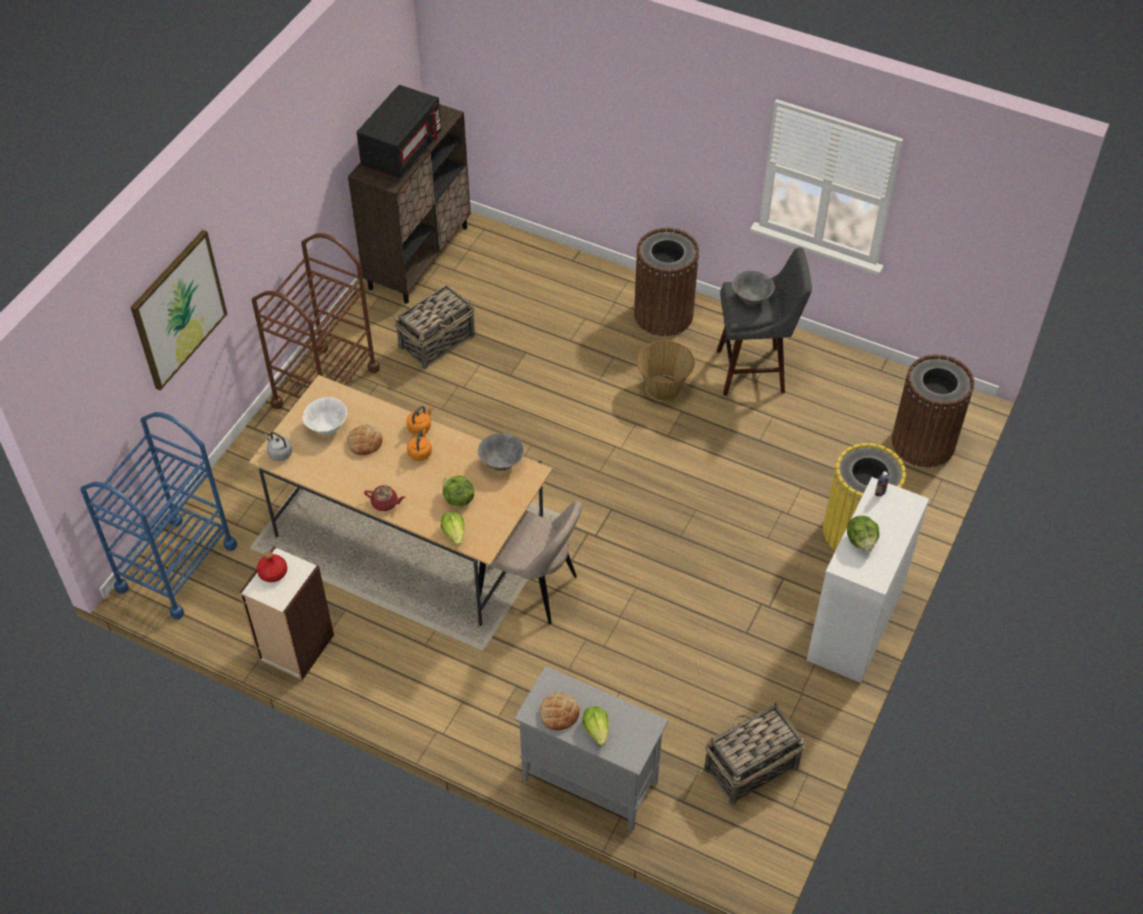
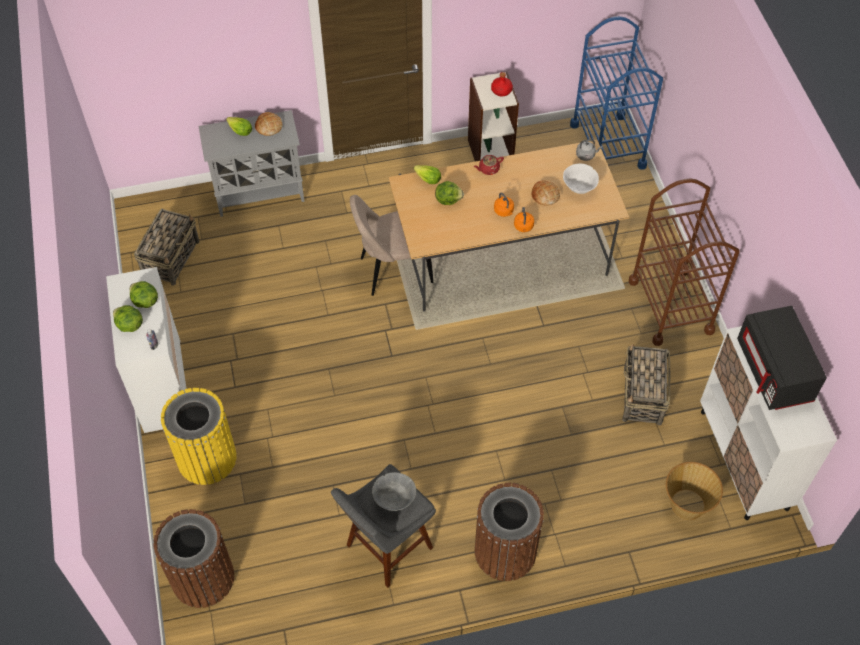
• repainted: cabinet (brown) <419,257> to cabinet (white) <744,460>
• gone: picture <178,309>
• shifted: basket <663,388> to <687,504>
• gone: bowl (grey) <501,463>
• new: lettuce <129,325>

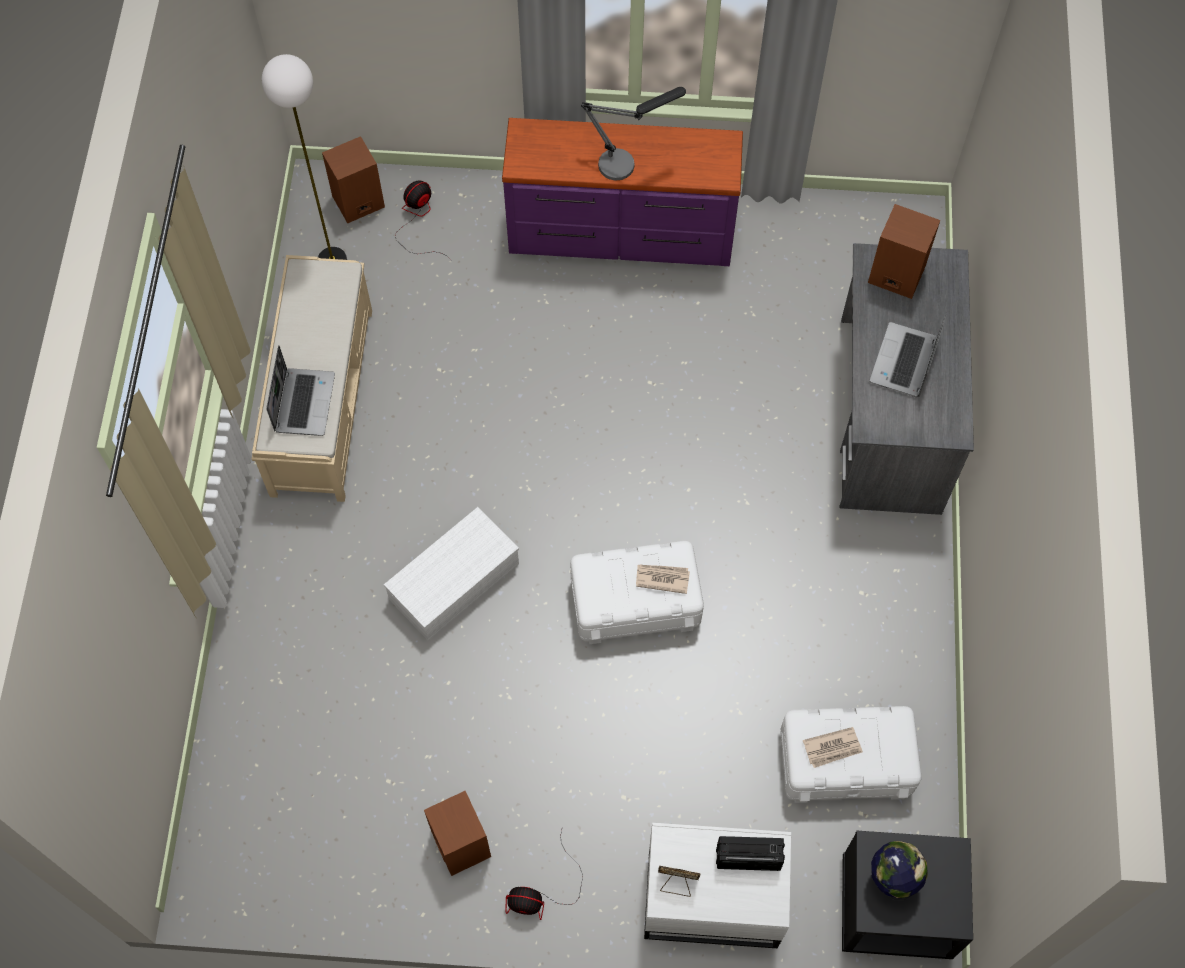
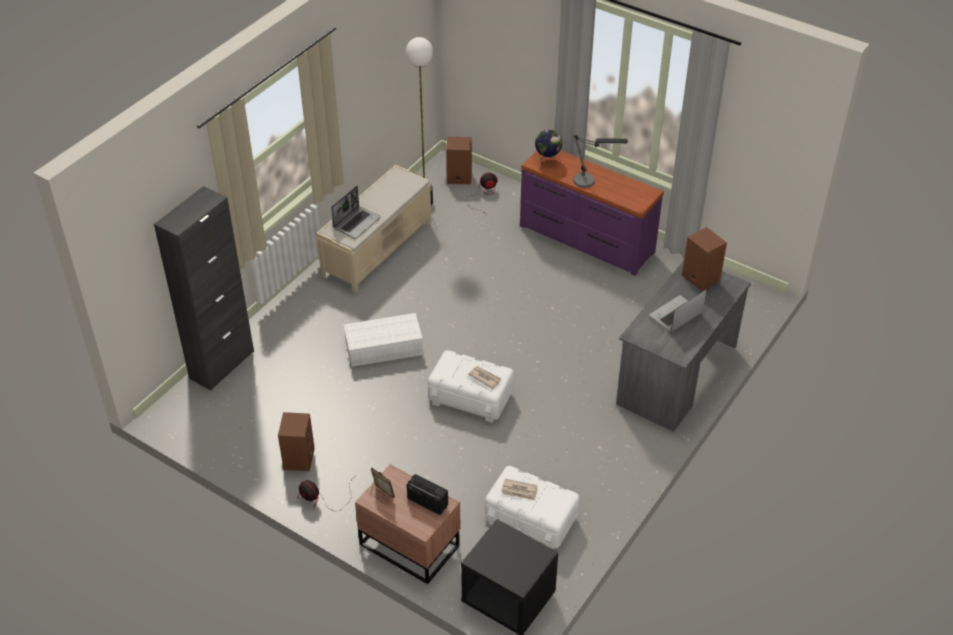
• repainted: nightstand (white) <710,896> to nightstand (brown) <409,543>
• shifted: globe <892,879> to <547,160>
• new: cabinet (black) <222,365>

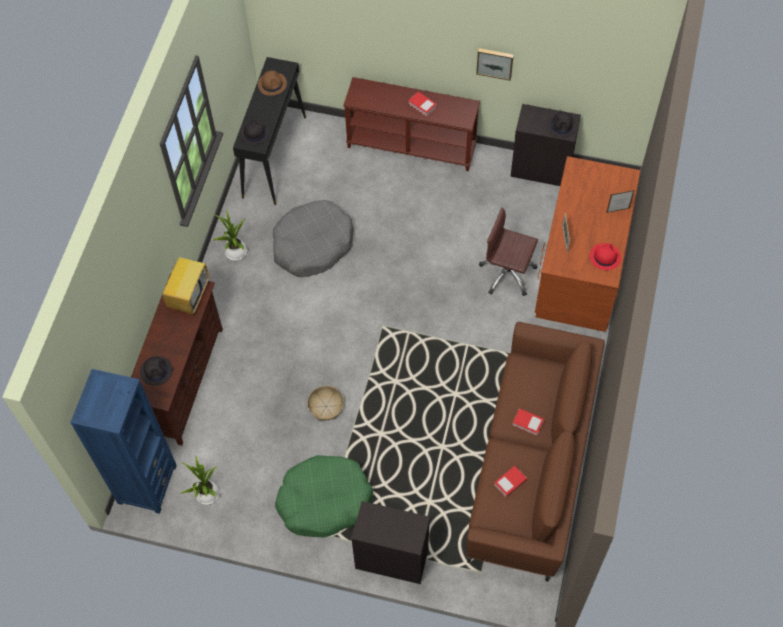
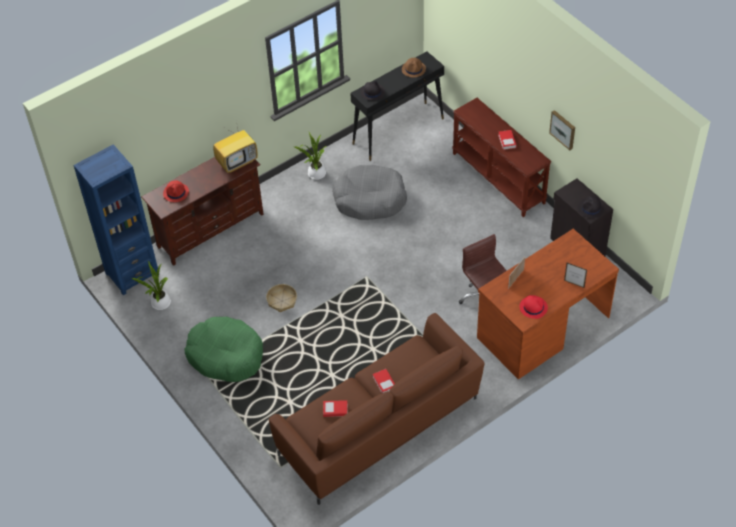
• repainted: hat (black) <156,371> to hat (red) <176,192>
• gone: cabinet (black) <391,558>

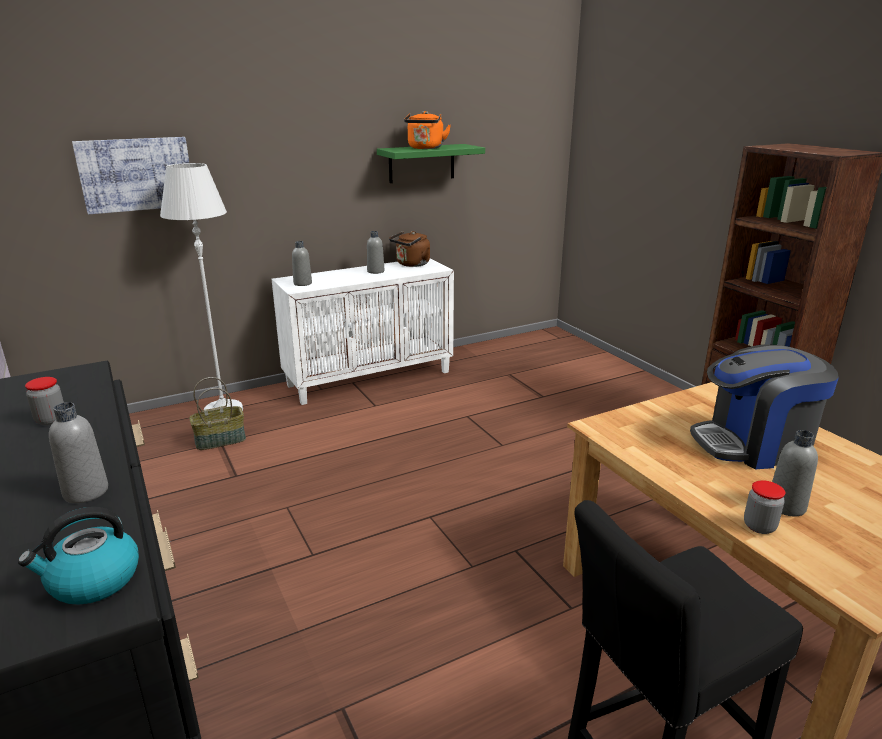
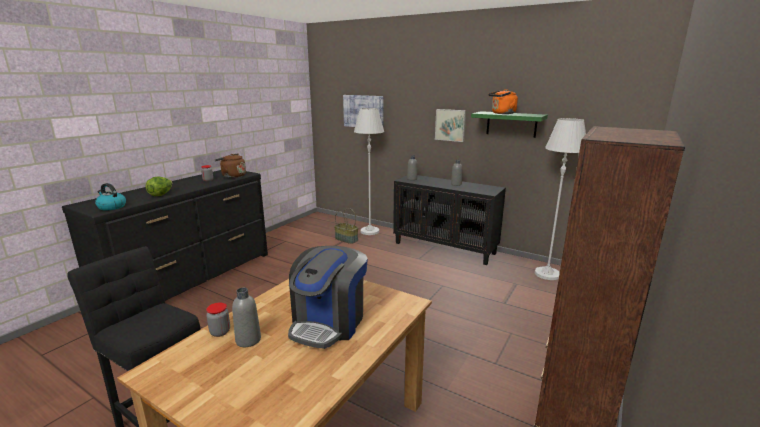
• shifted: kettle (brown) <411,264> to <232,176>
• repainted: cabinet (white) <370,378> to cabinet (black) <445,248>
• rotated: coffee machine <753,445> = <329,322> 120 degrees counterclockwise
• swapped: bottle (grey) <86,492> to lettuce <161,194>
• new: picture <450,125>
• new: floor lamp (white) <547,274>

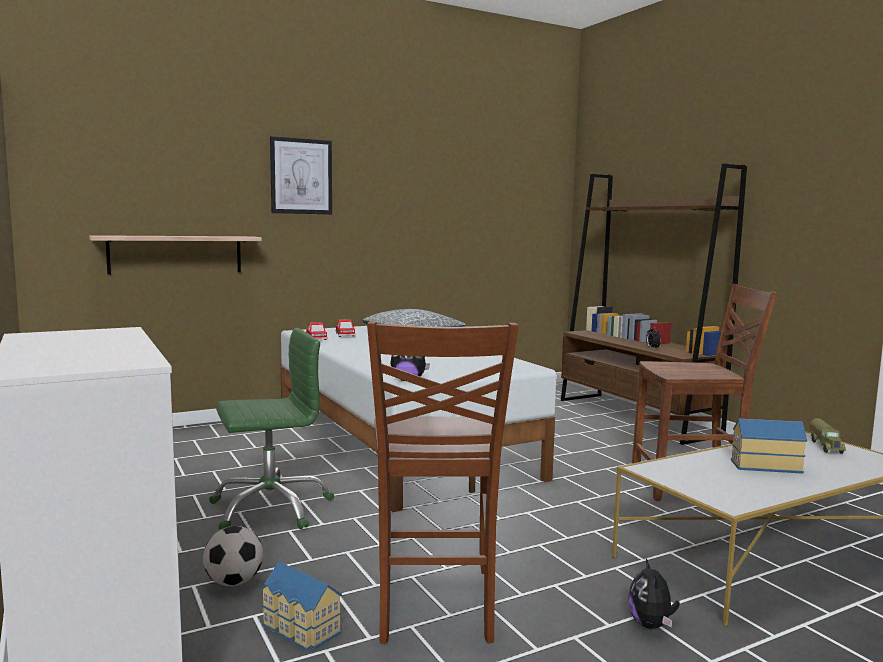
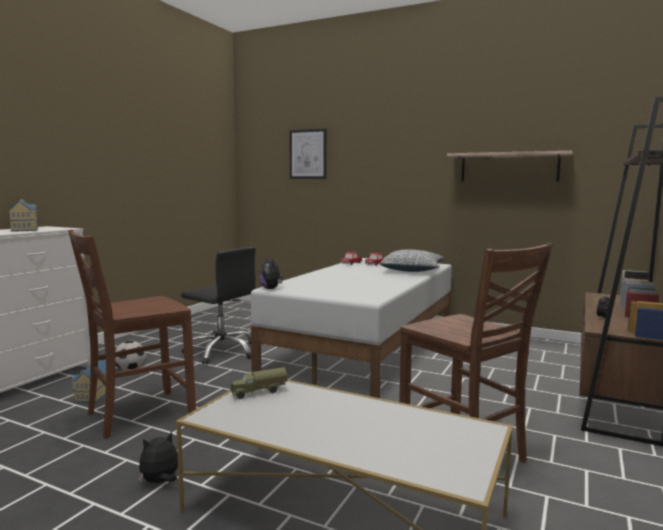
• shifted: picture <301,176> to <308,154>
• shifted: shelf <176,254> to <509,167>
• repainted: office chair (green) <270,508> to office chair (black) <222,351>
• shifted: toy truck <826,446> to <259,392>
• shifted: toy house <764,465> to <25,229>

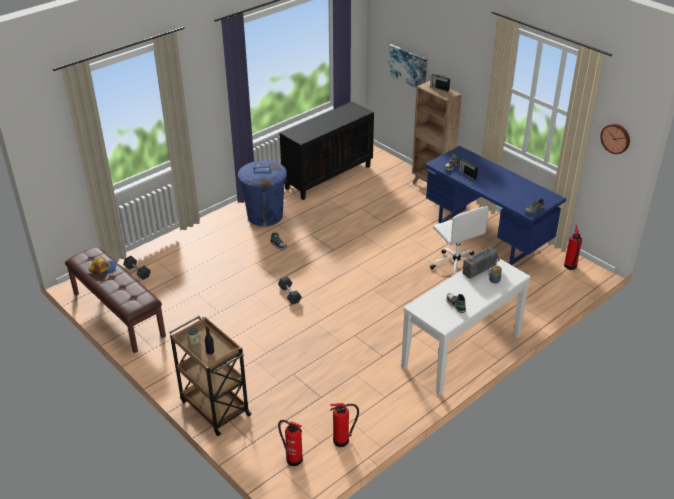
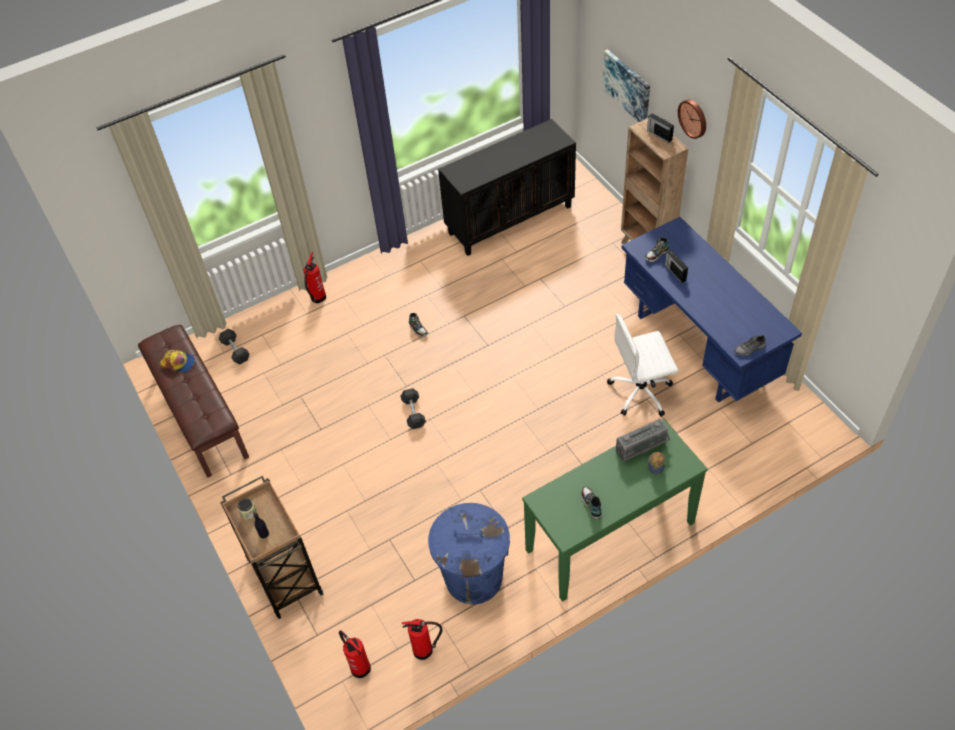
• shifted: wall clock <616,138> to <693,118>
• shifted: trash can (blue) <265,216> to <473,577>
• rotated: office chair (white) <455,264> = <641,392> 90 degrees clockwise
• shifted: fire extinguisher <570,266> to <317,298>
• repainted: console table (white) <462,351> to console table (green) <610,537>

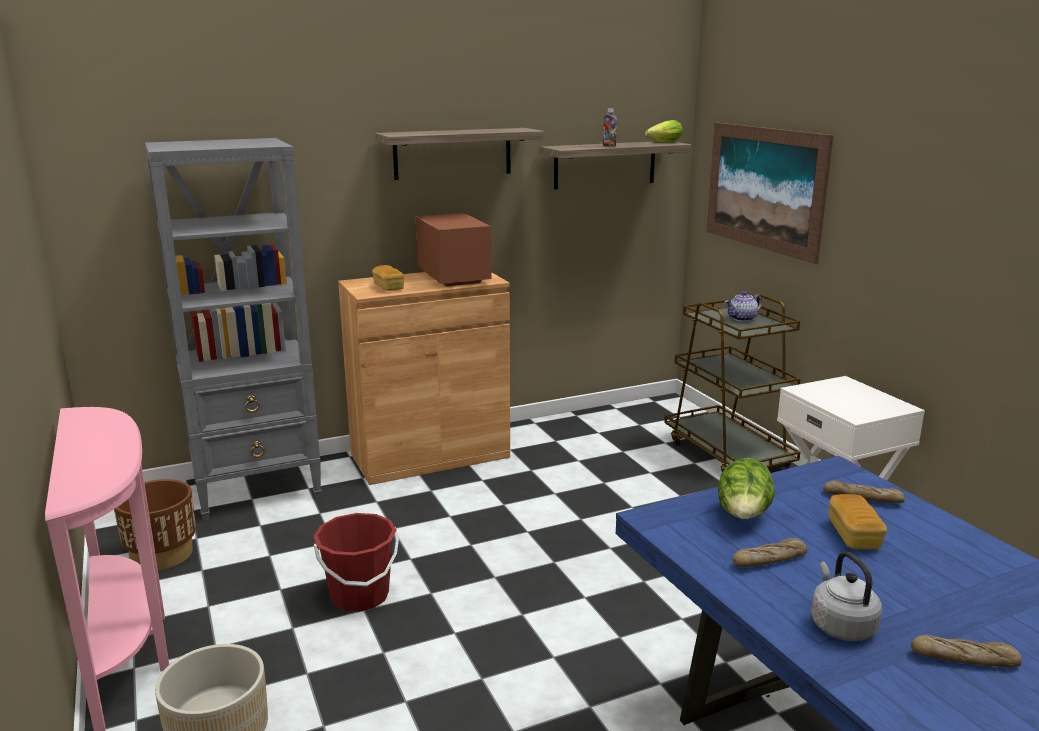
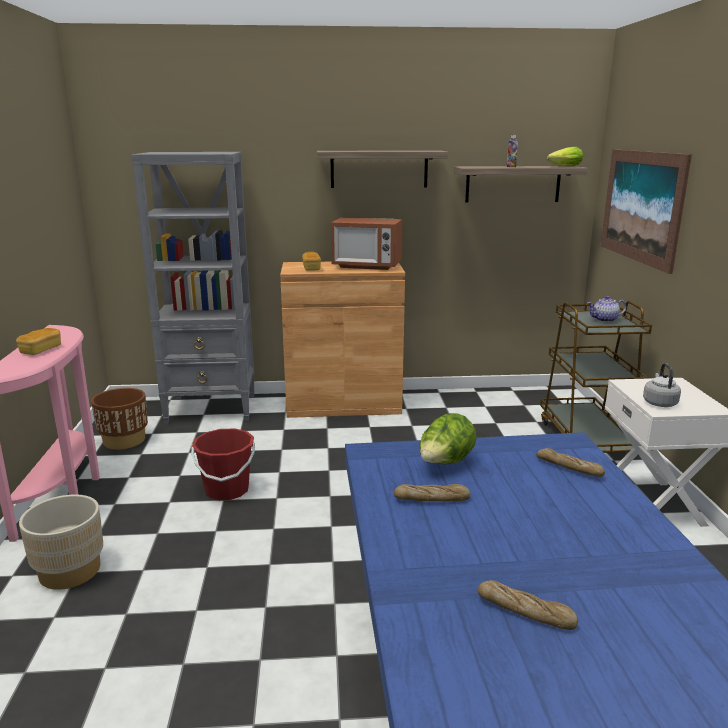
• rotated: microwave <454,277> = <367,266> 105 degrees clockwise
• shifted: bread <853,536> to <41,350>
• shifted: kettle (grey) <840,625> to <659,402>

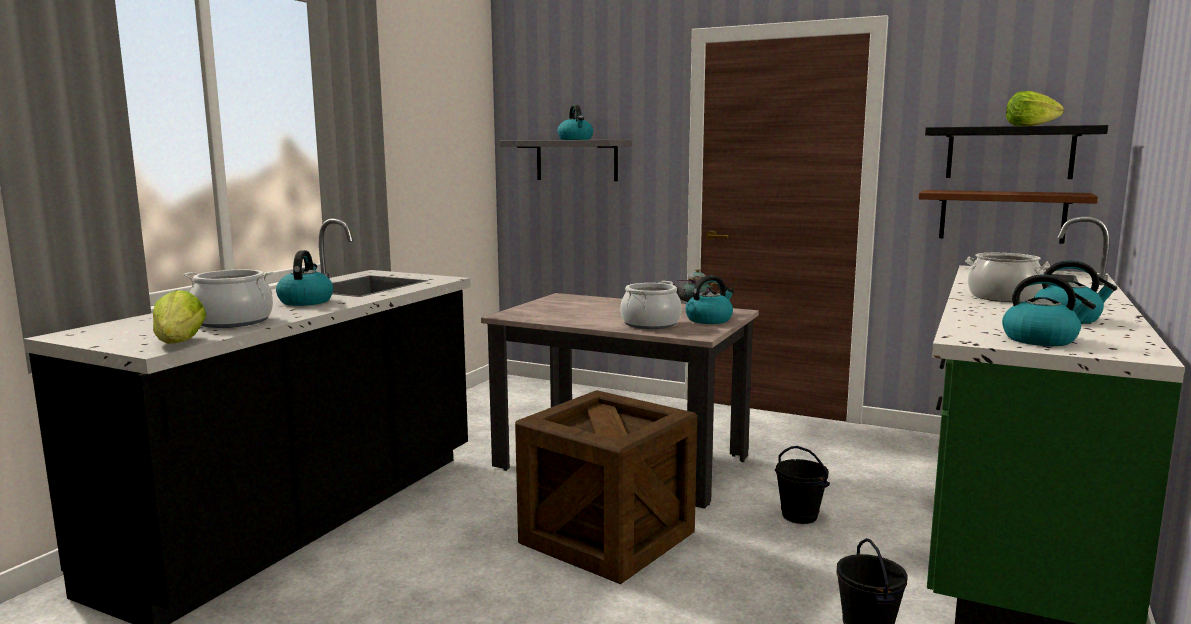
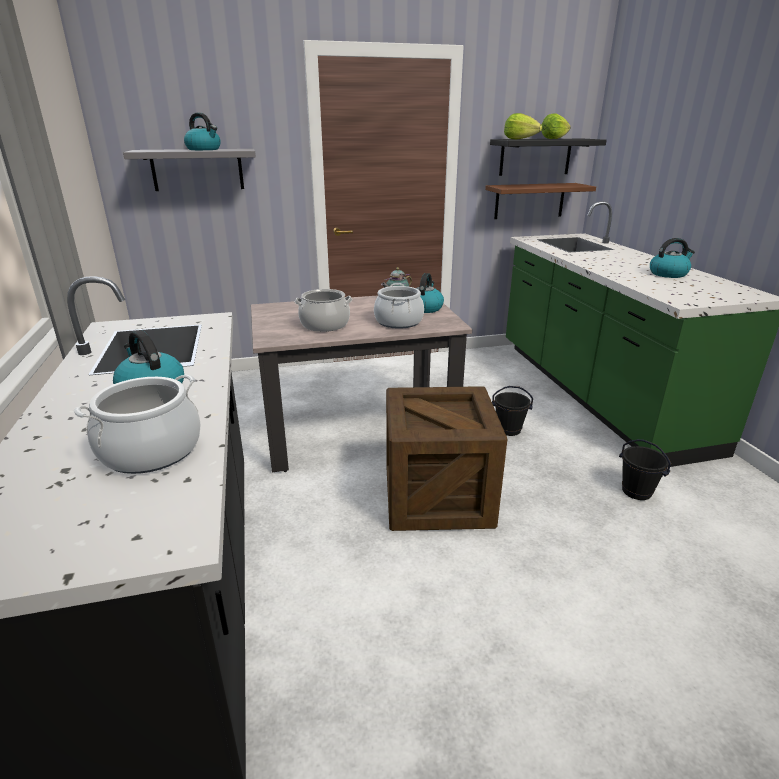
• shifted: cooking pot <1003,297> to <325,325>
• gone: kettle <1041,340>
• shifted: lettuce <180,343> to <520,139>

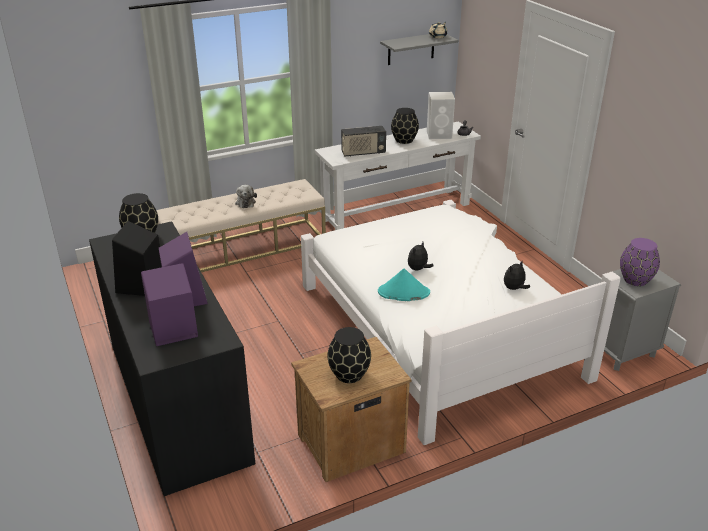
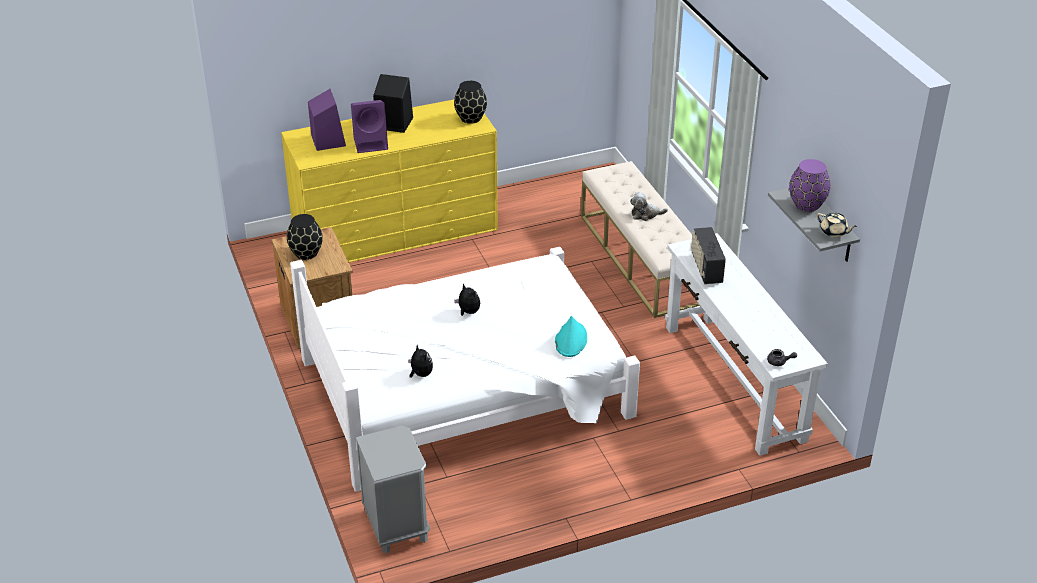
• gone: speaker (white) <440,134>
• gone: vase (black) <404,140>
• repainted: dresser (black) <177,400> to dresser (yellow) <395,230>
• shifted: vase (purple) <635,280> to <806,204>
• shifted: hat (turquoise) <403,292> to <570,340>

